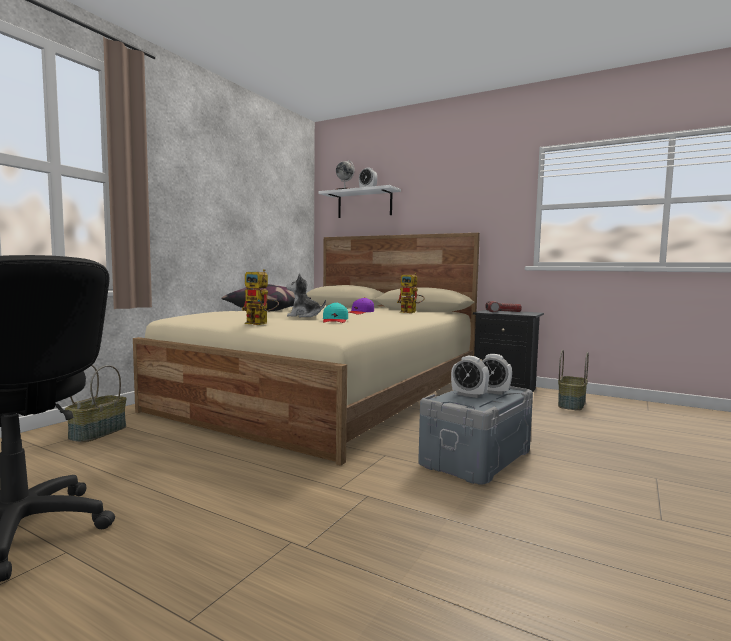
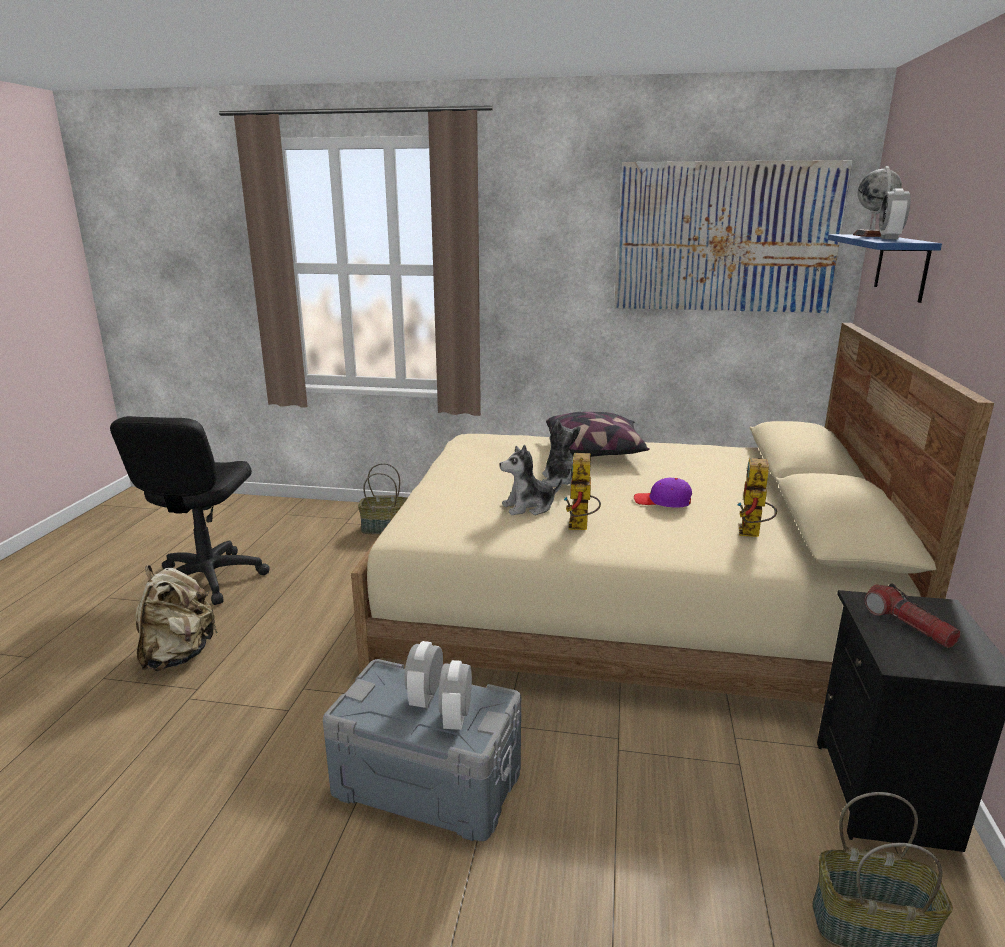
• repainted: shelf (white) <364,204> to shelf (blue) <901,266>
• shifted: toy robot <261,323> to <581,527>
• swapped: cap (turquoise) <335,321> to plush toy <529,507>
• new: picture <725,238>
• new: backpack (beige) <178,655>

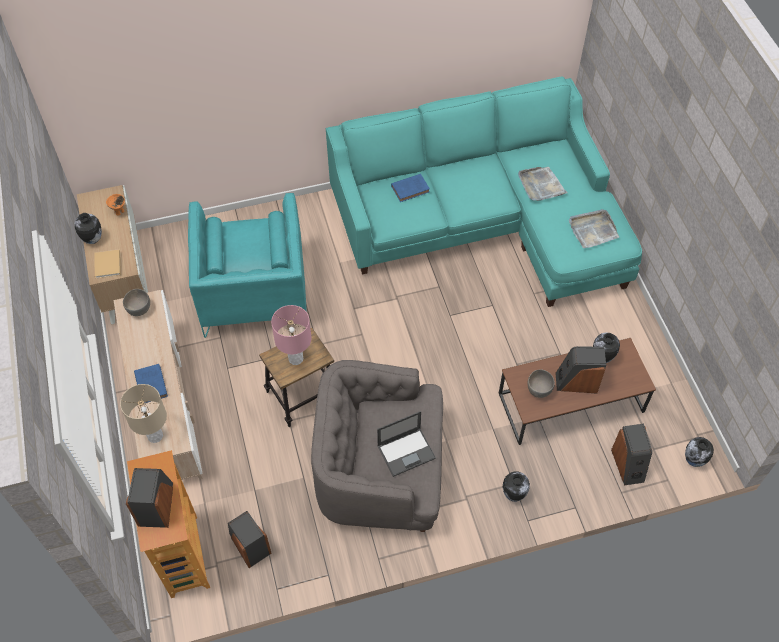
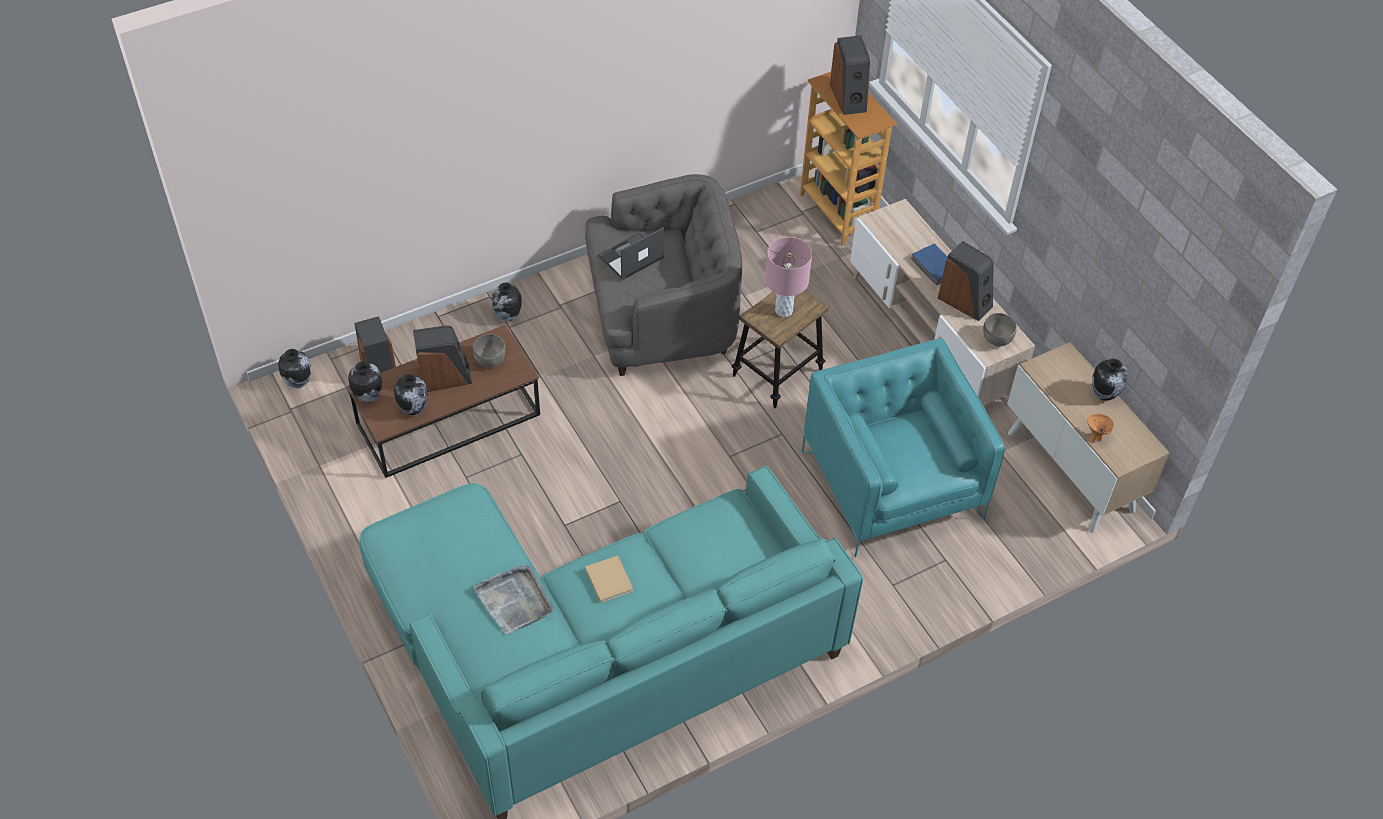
• gone: book (blue) <411,189>
• gone: tray (grey) <592,230>
• shifted: book (beige) <107,265> to <608,579>
• gone: table lamp (beige) <155,436>
• shifted: speaker <249,545> to <965,301>
• new: vase <368,397>

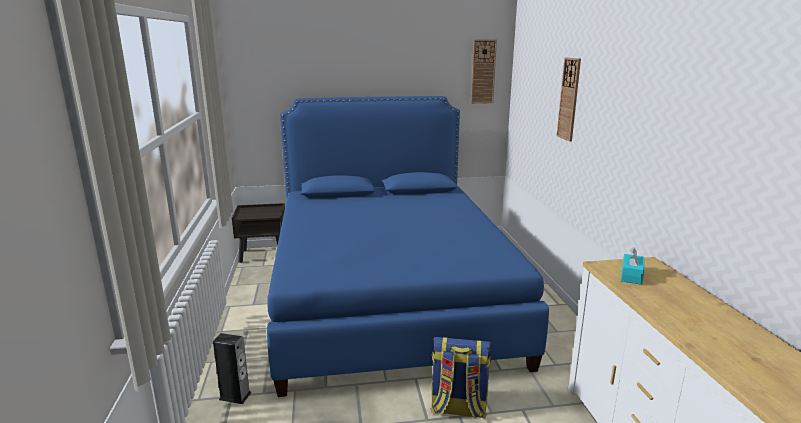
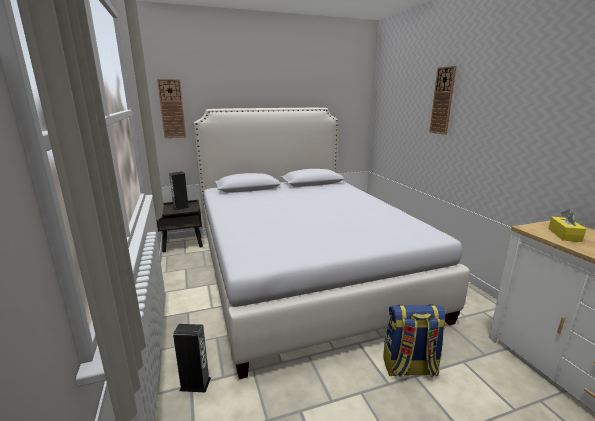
• shifted: wall clock <483,71> to <172,109>
• repainted: bed (blue) <387,295> to bed (white) <301,270>
• repainted: tissue box (turquoise) <631,275> to tissue box (yellow) <564,235>
• new: speaker <181,208>

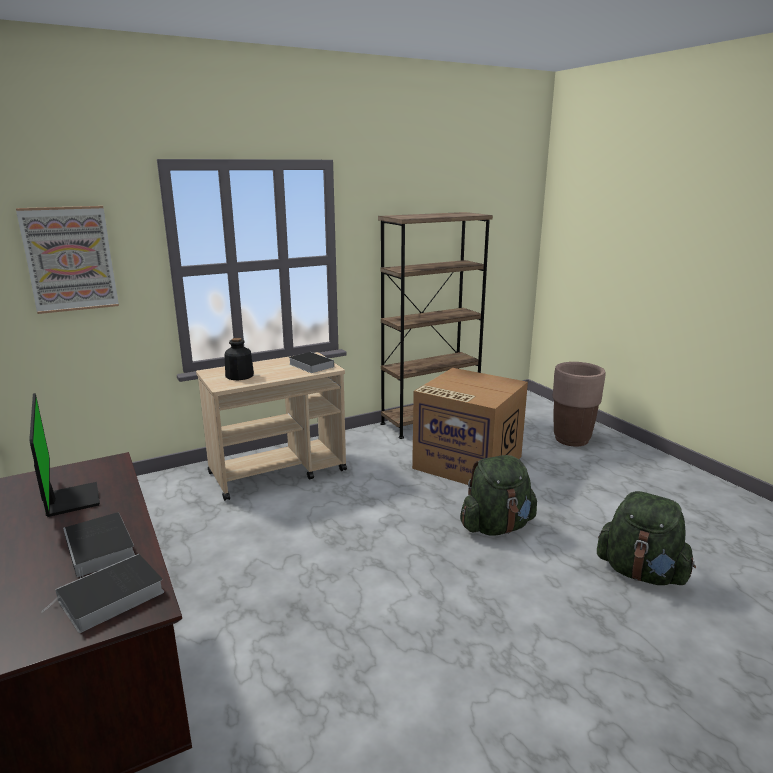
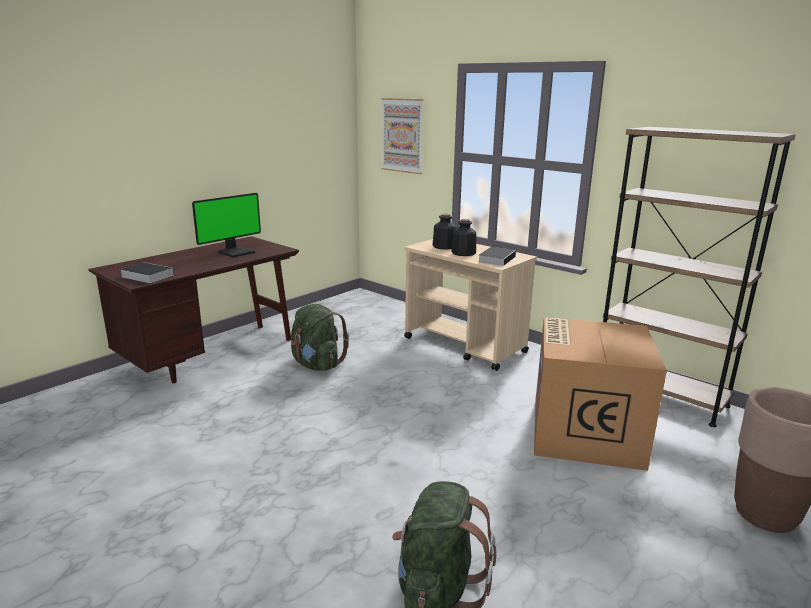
• shifted: backpack (green) <496,527> to <317,365>
• gone: book <101,549>
• new: bottle <463,253>

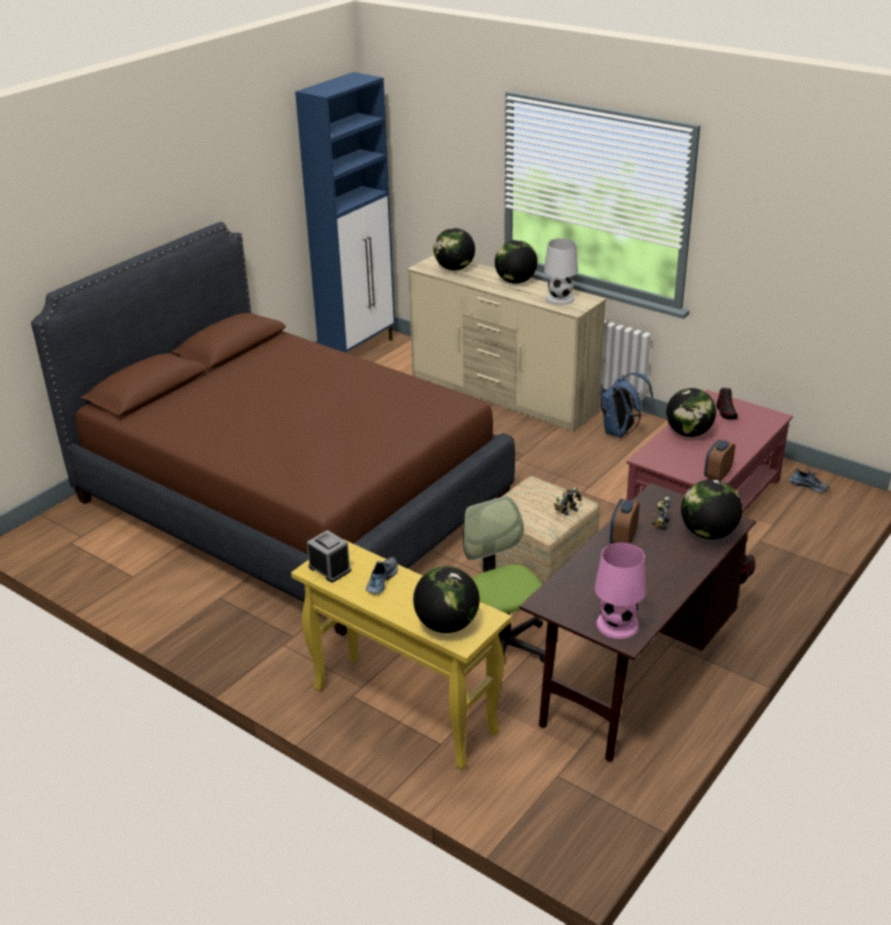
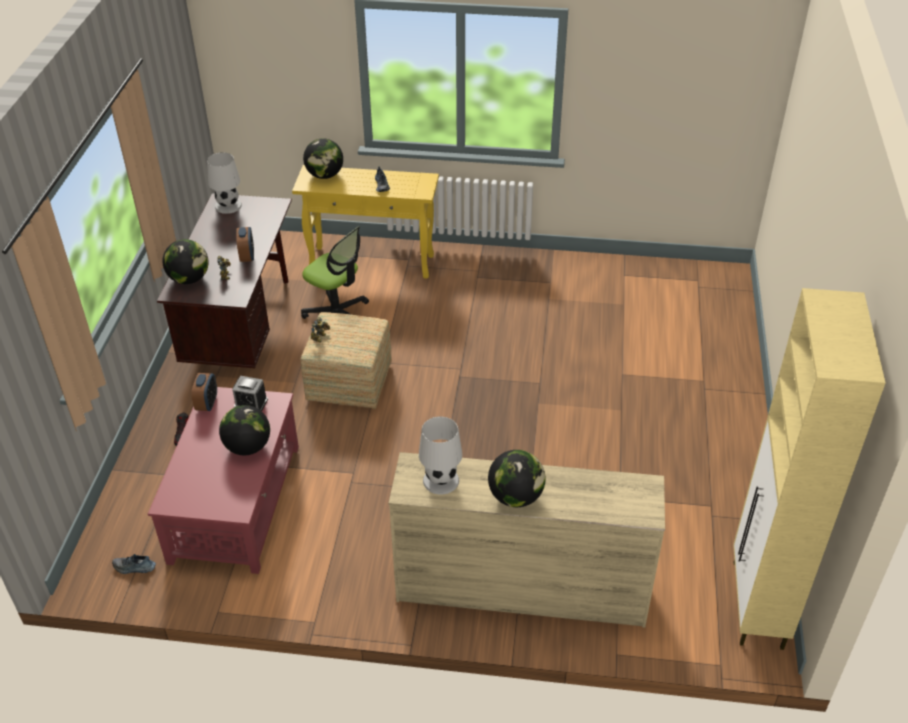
• repainted: cabinet (blue) <359,349> to cabinet (beige) <757,605>
• gone: bed (brown) <291,500>
• gone: globe <454,268>
• gone: backpack (blue) <620,432>
• gone: shoe <726,412>
• shifted: alarm clock <329,569> to <251,403>
• repainted: table lamp (pink) <617,625> to table lamp (white) <228,205>

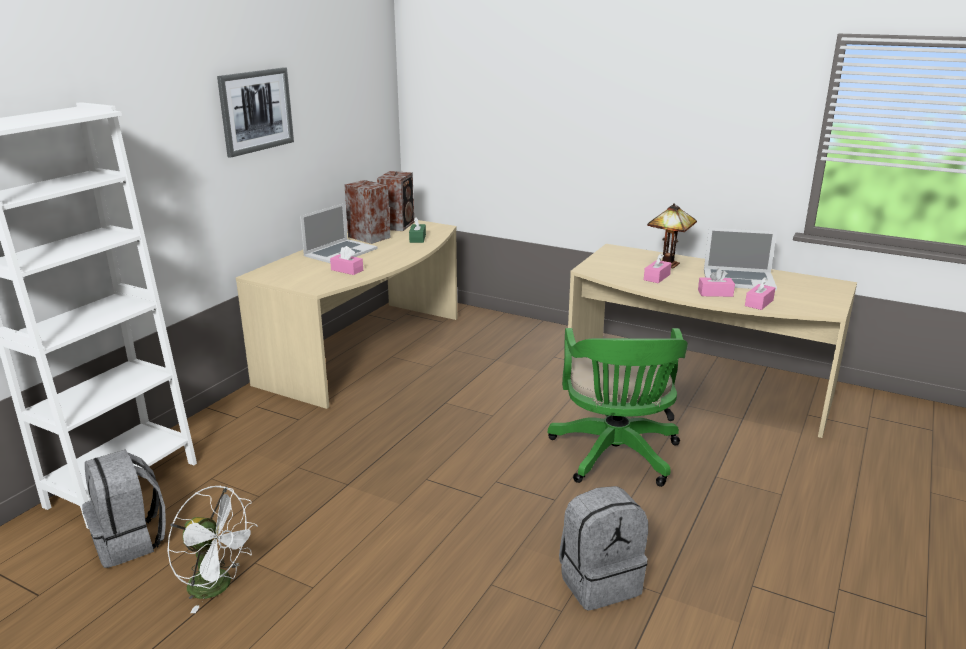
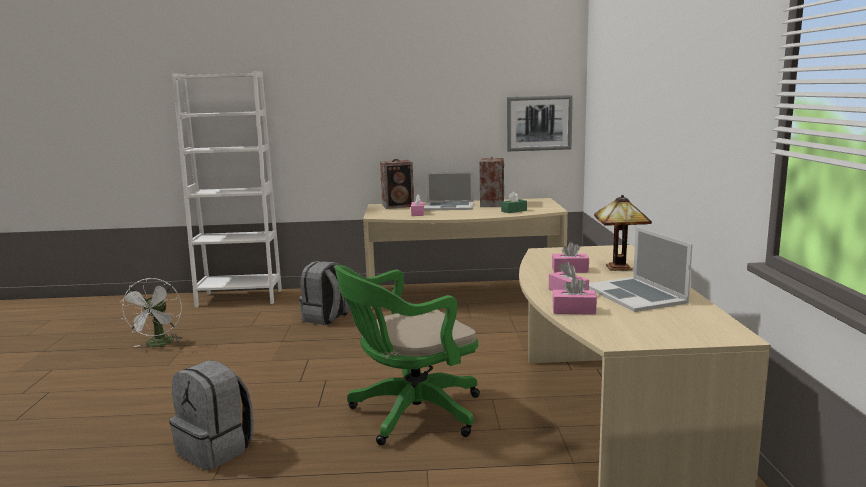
• shifted: picture <256,111> to <539,123>
• shifted: speaker <398,225> to <399,206>
• shifted: backpack (grey) <131,541> to <326,318>

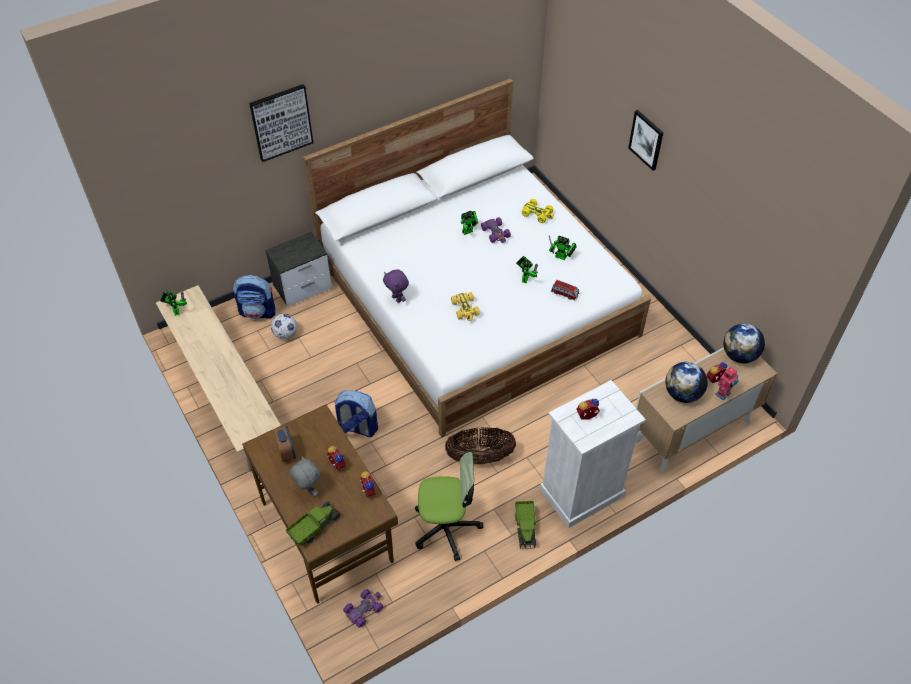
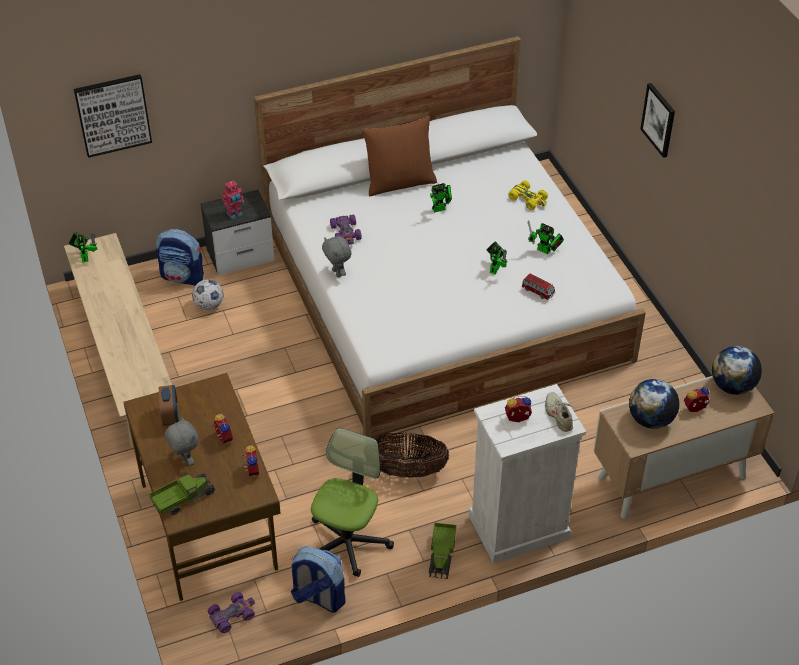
• shifted: picture <281,122> to <113,114>
• shifted: toy car (purple) <496,233> to <346,233>
• repainted: plush toy (purple) <397,299> to plush toy (grey) <338,273>
• gone: toy car (yellow) <465,309>
• shifted: toy robot <723,394> to <235,214>
• shifted: backpack <357,428> to <318,597>
• rotated: office chair <446,527> = <348,542> 75 degrees counterclockwise
• new: pillow (brown) <399,182>
• new: shoe (beige) <559,415>

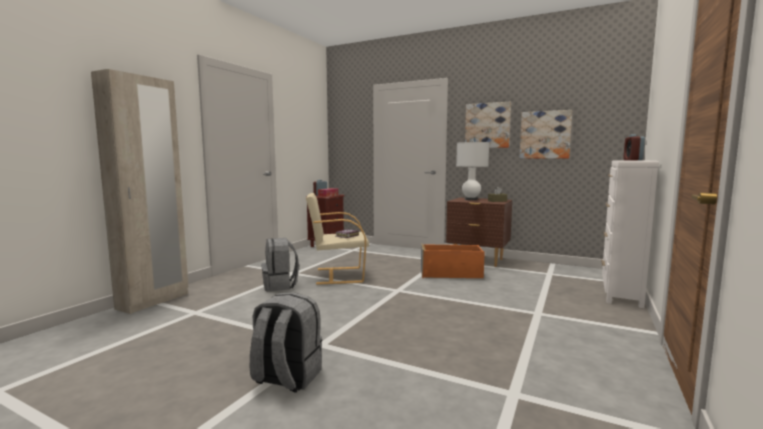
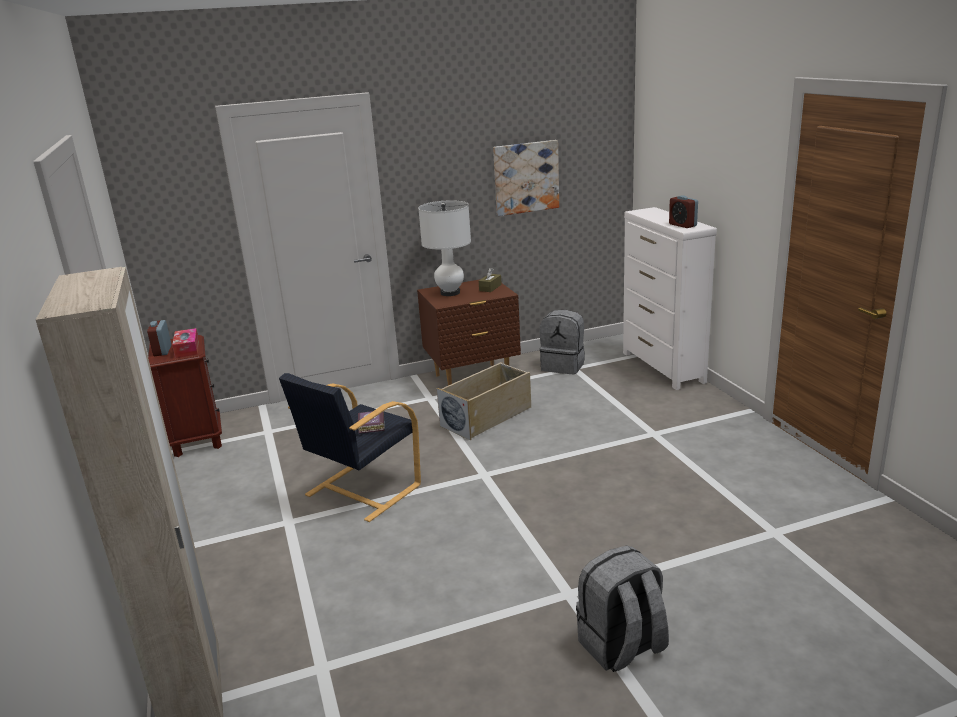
• gone: picture <487,125>
• repainted: armchair (beige) <338,275> to armchair (black) <361,491>
• shifted: backpack (grey) <280,285> to <563,366>
• repainted: storage box (orange) <451,274> to storage box (beige) <487,416>

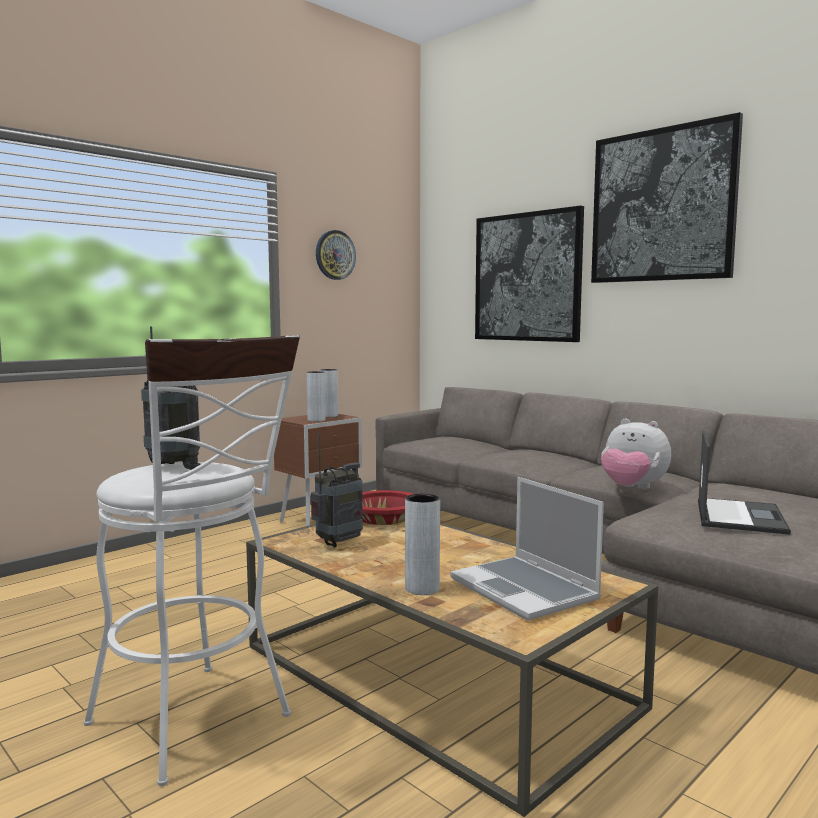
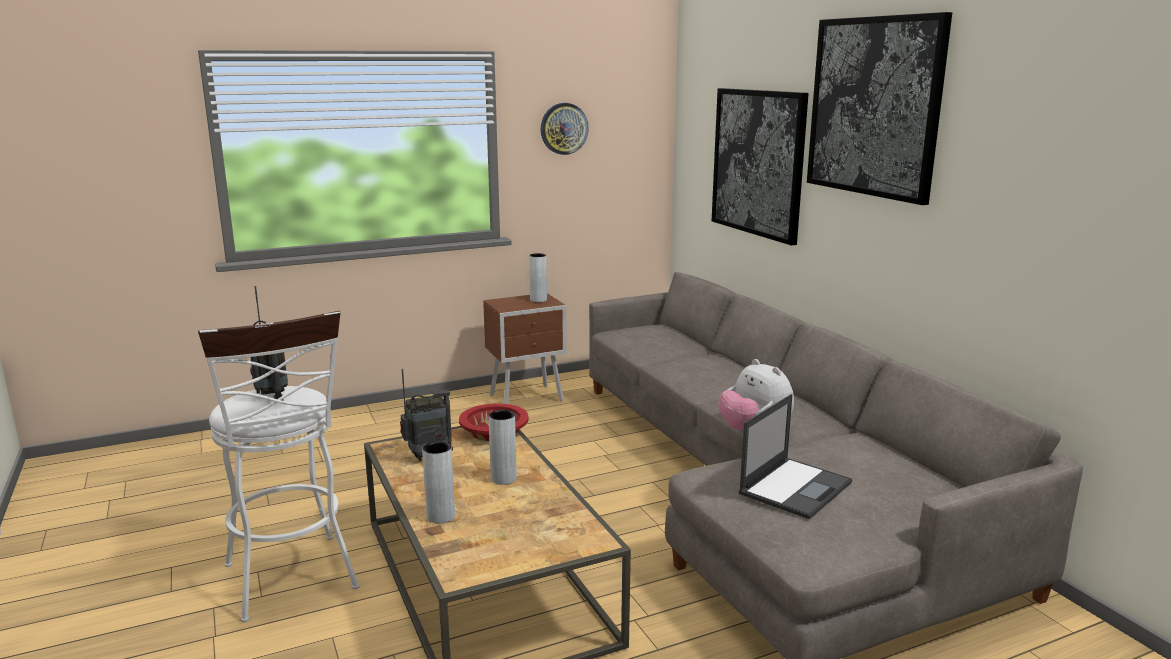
• shifted: vase (grey) <316,420> to <503,479>
• gone: laptop <526,590>

